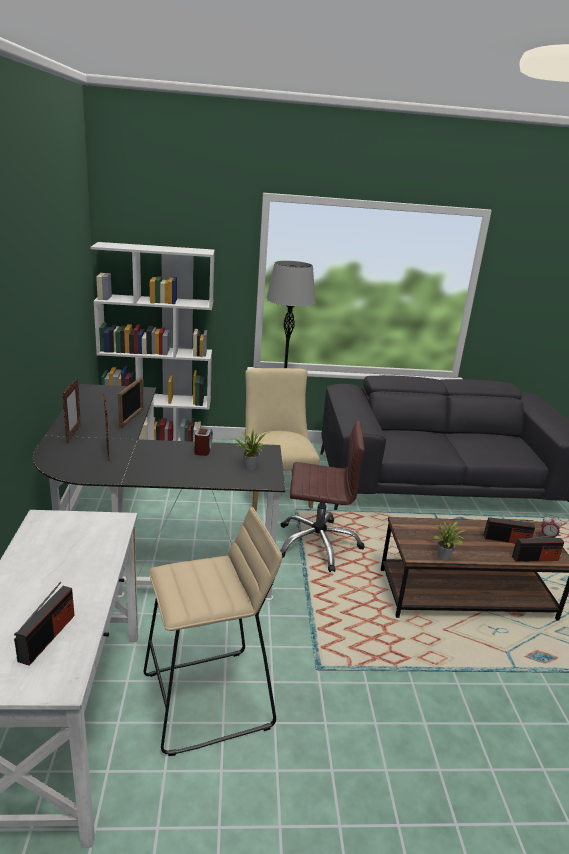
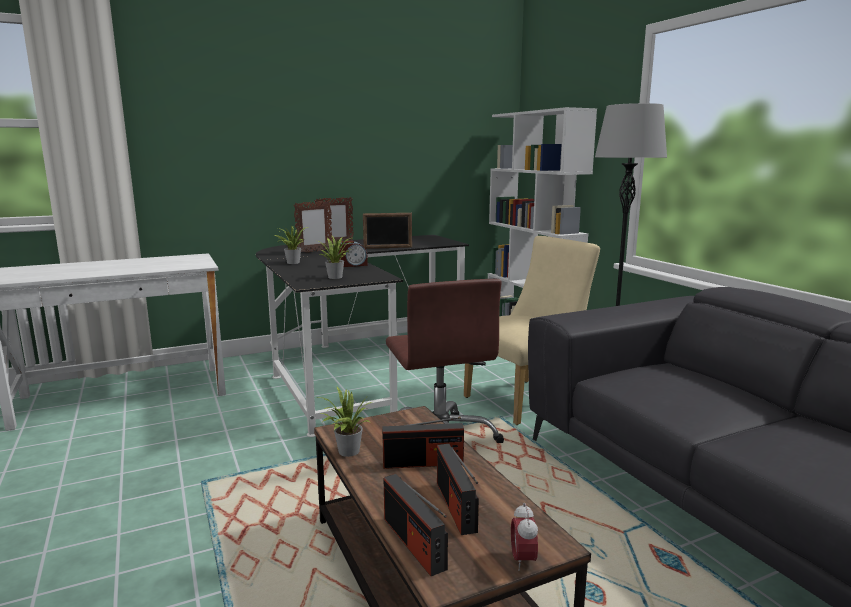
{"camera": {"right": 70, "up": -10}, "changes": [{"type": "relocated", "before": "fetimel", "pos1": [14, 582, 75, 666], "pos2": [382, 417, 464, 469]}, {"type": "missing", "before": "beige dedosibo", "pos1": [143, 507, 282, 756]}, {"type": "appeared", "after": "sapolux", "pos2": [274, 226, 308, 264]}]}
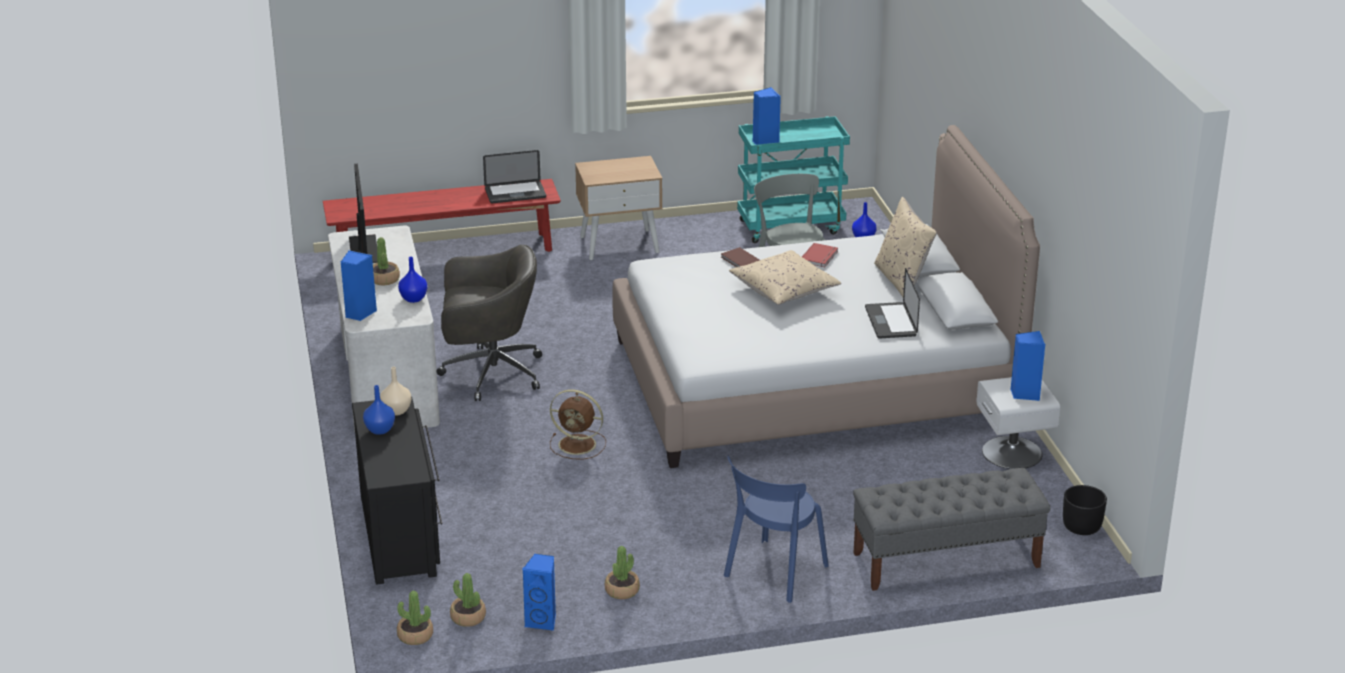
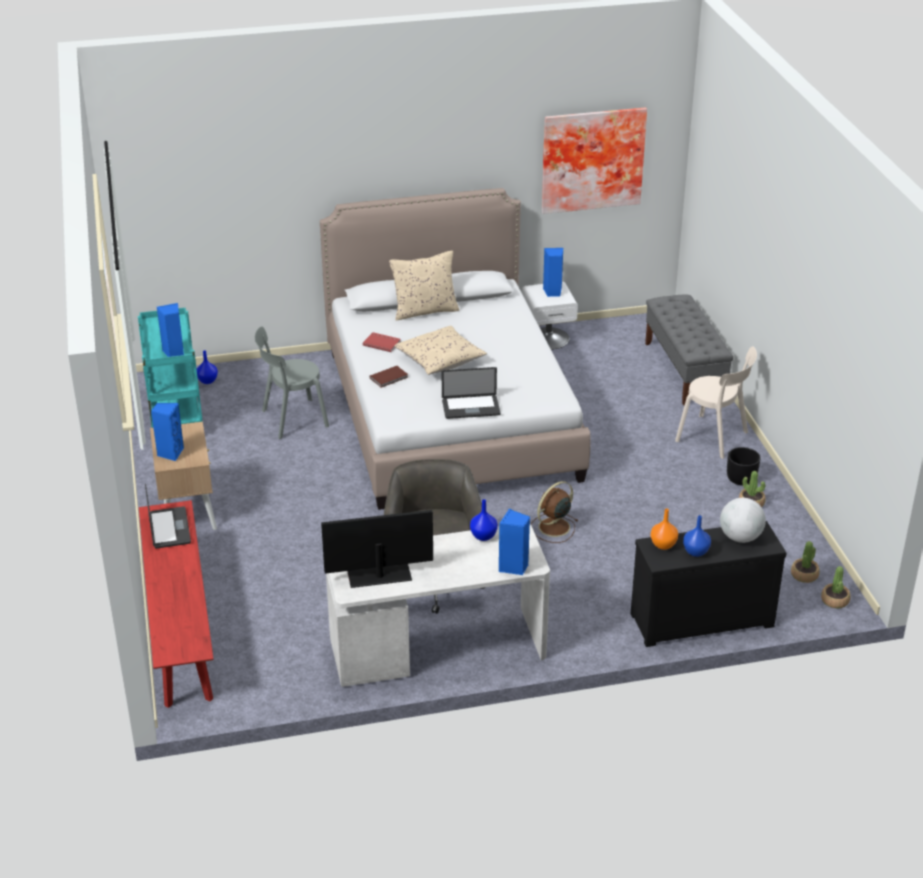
{"camera": {"right": -90, "up": 5}, "changes": [{"type": "missing", "before": "sapolux", "pos1": [373, 237, 400, 285]}, {"type": "colour", "before": "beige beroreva", "after": "orange beroreva", "pos1": [380, 367, 411, 416], "pos2": [651, 509, 678, 550]}, {"type": "relocated", "before": "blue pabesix", "pos1": [522, 554, 556, 631], "pos2": [151, 403, 184, 461]}, {"type": "spun", "before": "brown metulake", "pos1": [550, 389, 606, 460], "pos2": [531, 481, 578, 543], "turn": -150}, {"type": "colour", "before": "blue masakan", "after": "beige masakan", "pos1": [724, 456, 829, 603], "pos2": [675, 346, 757, 459]}, {"type": "relocated", "before": "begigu", "pos1": [865, 268, 920, 339], "pos2": [442, 367, 501, 419]}, {"type": "relocated", "before": "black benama", "pos1": [1063, 485, 1107, 535], "pos2": [727, 447, 761, 486]}, {"type": "appeared", "after": "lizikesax", "pos2": [542, 107, 647, 214]}, {"type": "appeared", "after": "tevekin", "pos2": [720, 498, 766, 543]}]}
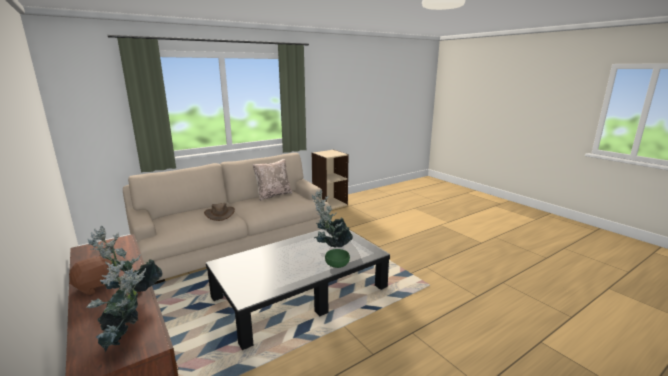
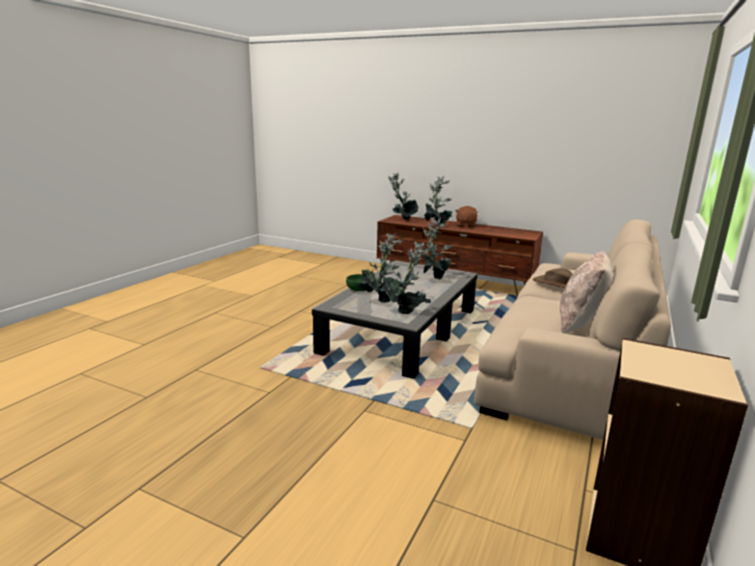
{"camera": {"right": 150, "up": 0}, "changes": [{"type": "appeared", "after": "sapolux", "pos2": [422, 219, 452, 280]}]}
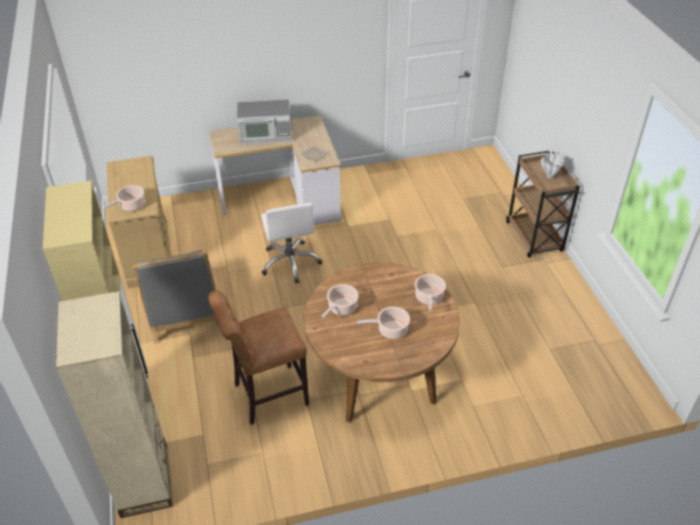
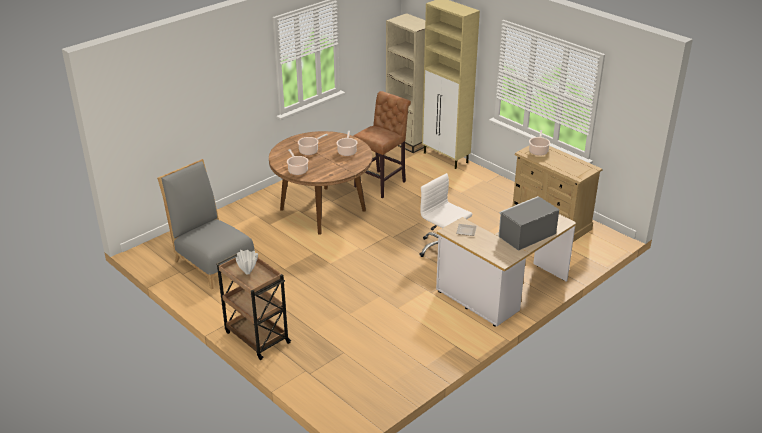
{"camera": {"right": 150, "up": -10}, "changes": [{"type": "relocated", "before": "grey masakan", "pos1": [133, 250, 220, 344], "pos2": [157, 159, 255, 289]}]}
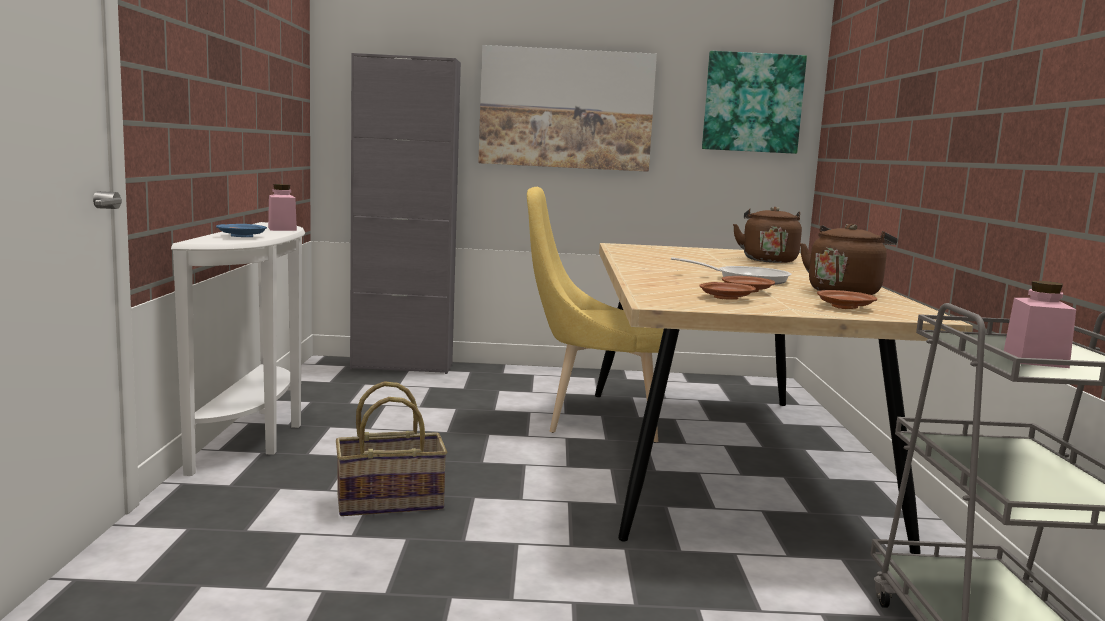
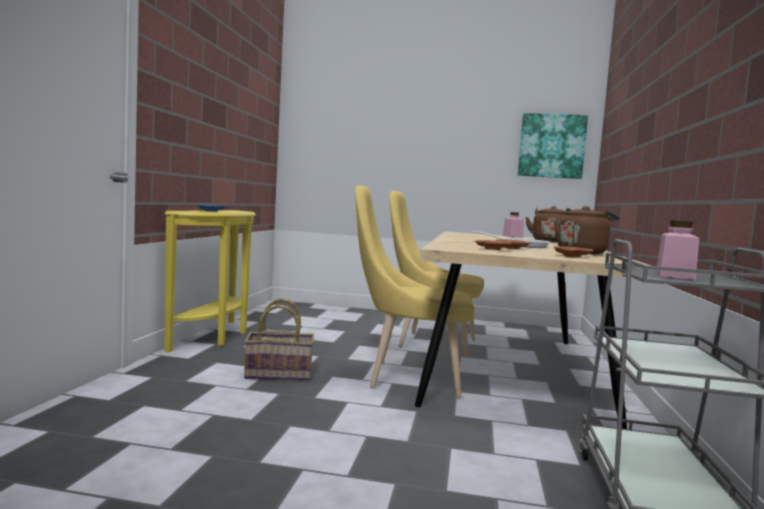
{"camera": {"right": 10, "up": -5}, "changes": [{"type": "colour", "before": "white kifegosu", "after": "yellow kifegosu", "pos1": [171, 222, 305, 476], "pos2": [165, 210, 256, 352]}, {"type": "relocated", "before": "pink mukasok", "pos1": [268, 184, 297, 231], "pos2": [503, 212, 524, 238]}, {"type": "missing", "before": "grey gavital", "pos1": [350, 53, 461, 374]}, {"type": "missing", "before": "lizikesax", "pos1": [478, 45, 657, 172]}, {"type": "appeared", "after": "yellow masakan", "pos2": [355, 185, 474, 398]}]}
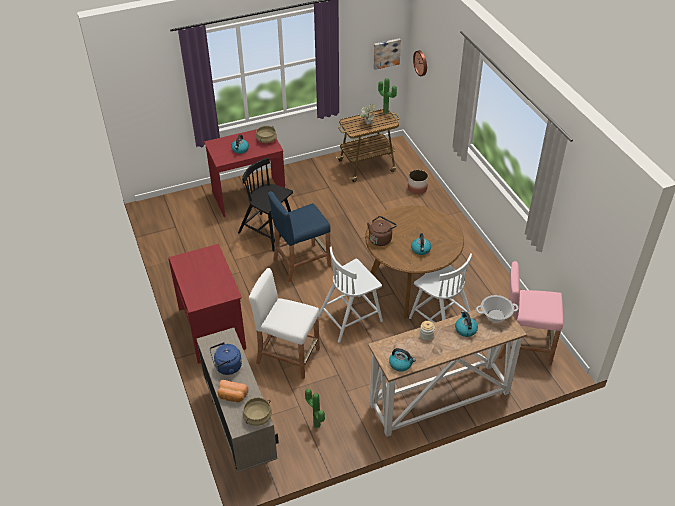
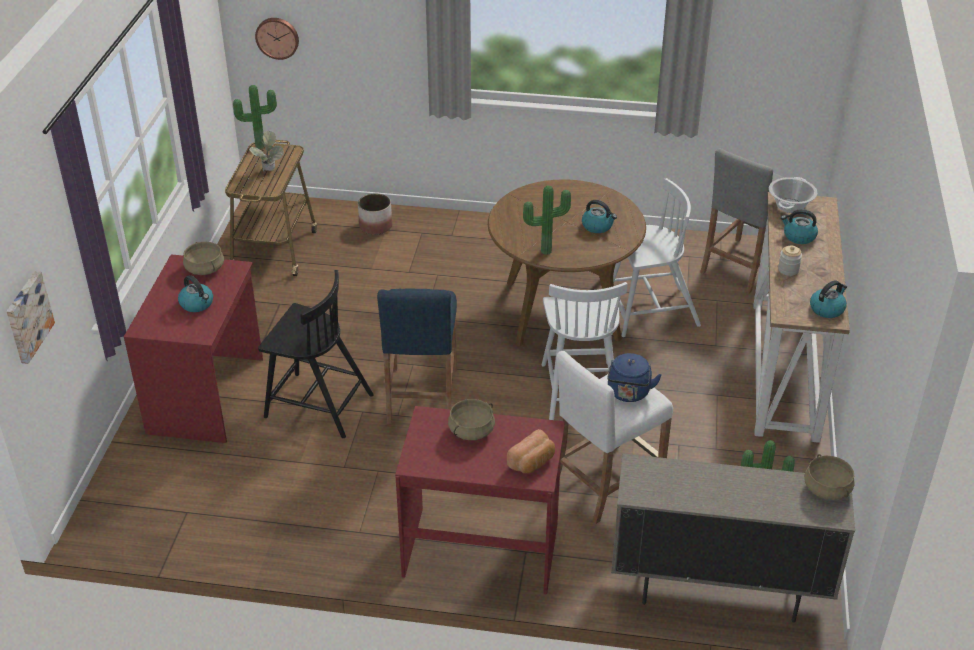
{"camera": {"right": -60, "up": -5}, "changes": [{"type": "relocated", "before": "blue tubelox", "pos1": [210, 342, 242, 375], "pos2": [607, 353, 662, 402]}, {"type": "relocated", "before": "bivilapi", "pos1": [218, 380, 248, 402], "pos2": [507, 429, 555, 473]}, {"type": "spun", "before": "black masakan", "pos1": [238, 157, 293, 252], "pos2": [258, 270, 374, 438], "turn": -135}, {"type": "exchanged", "before": "brown tubelox", "after": "sapolux", "pos1": [367, 216, 397, 246], "pos2": [523, 186, 571, 255]}, {"type": "relocated", "before": "lizikesax", "pos1": [374, 38, 401, 70], "pos2": [6, 271, 55, 364]}, {"type": "colour", "before": "pink dedosibo", "after": "grey dedosibo", "pos1": [498, 261, 563, 365], "pos2": [700, 148, 785, 294]}, {"type": "appeared", "after": "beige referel", "pos2": [448, 399, 495, 440]}]}
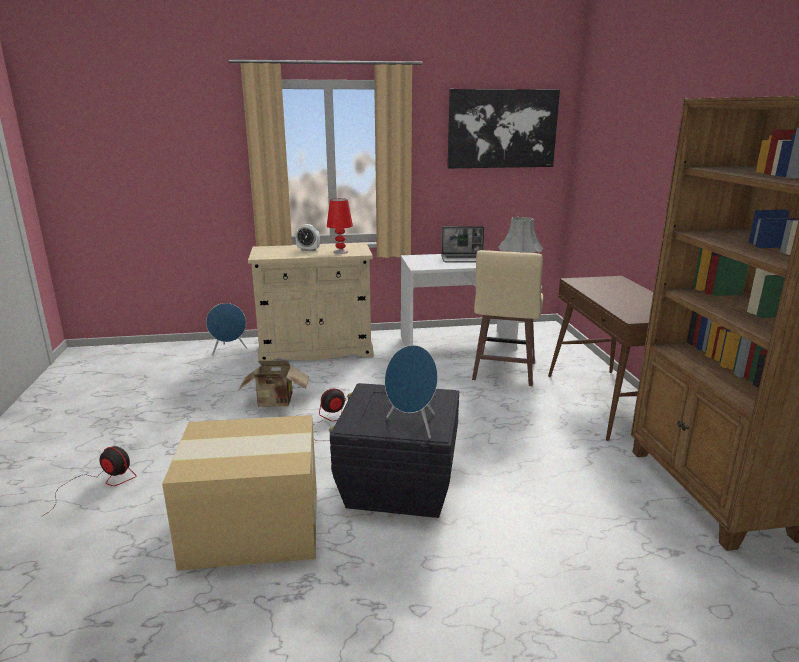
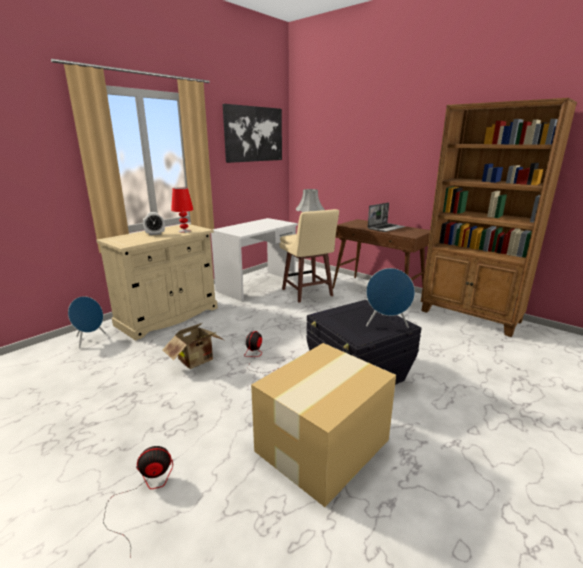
{"camera": {"right": -40, "up": 0}, "changes": [{"type": "relocated", "before": "begigu", "pos1": [441, 226, 485, 263], "pos2": [368, 202, 405, 232]}]}
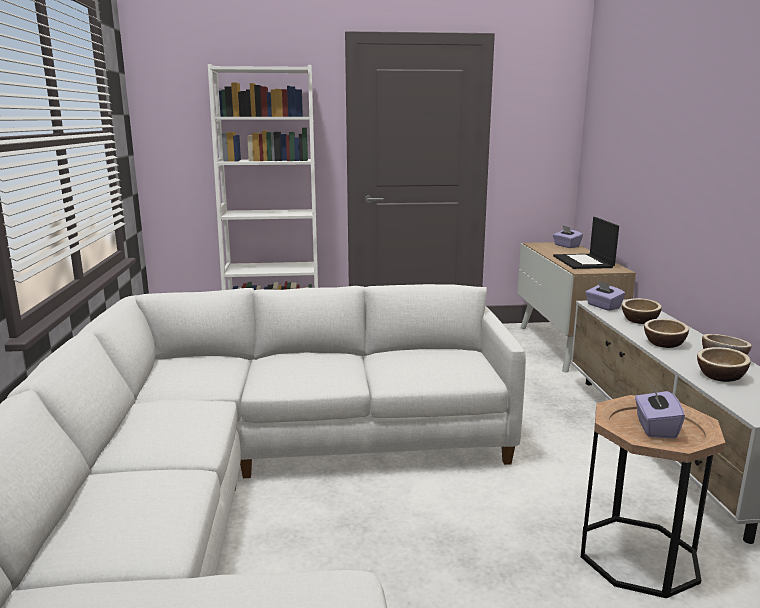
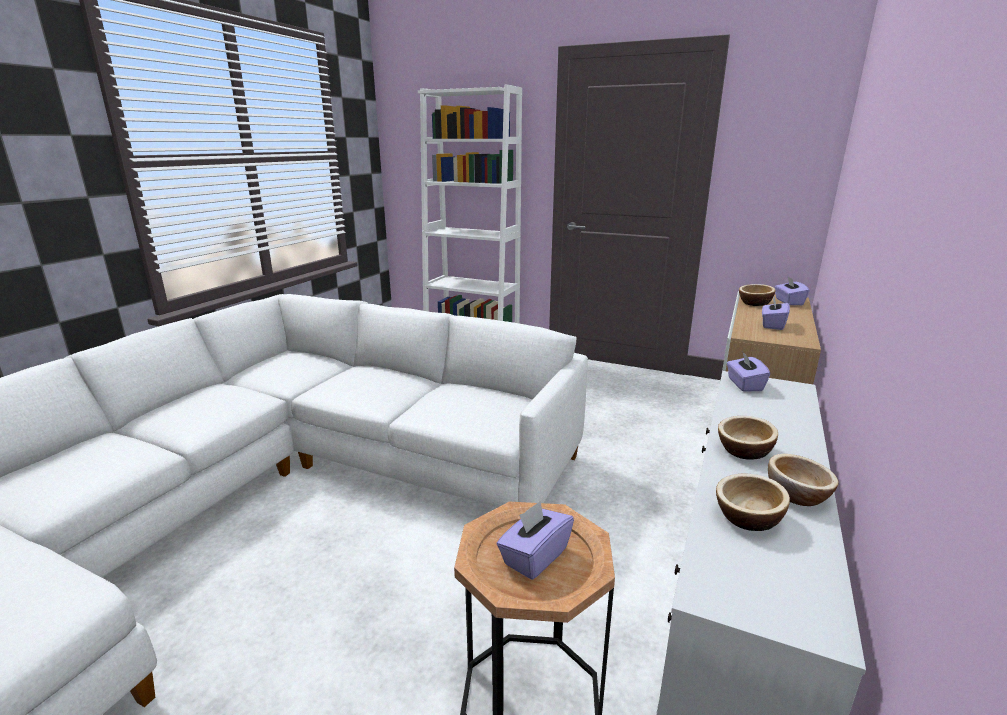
{"camera": {"right": 30, "up": 5}, "changes": [{"type": "exchanged", "before": "begigu", "after": "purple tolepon", "pos1": [553, 217, 619, 269], "pos2": [762, 295, 790, 330]}, {"type": "relocated", "before": "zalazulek", "pos1": [622, 298, 662, 324], "pos2": [739, 284, 775, 306]}]}
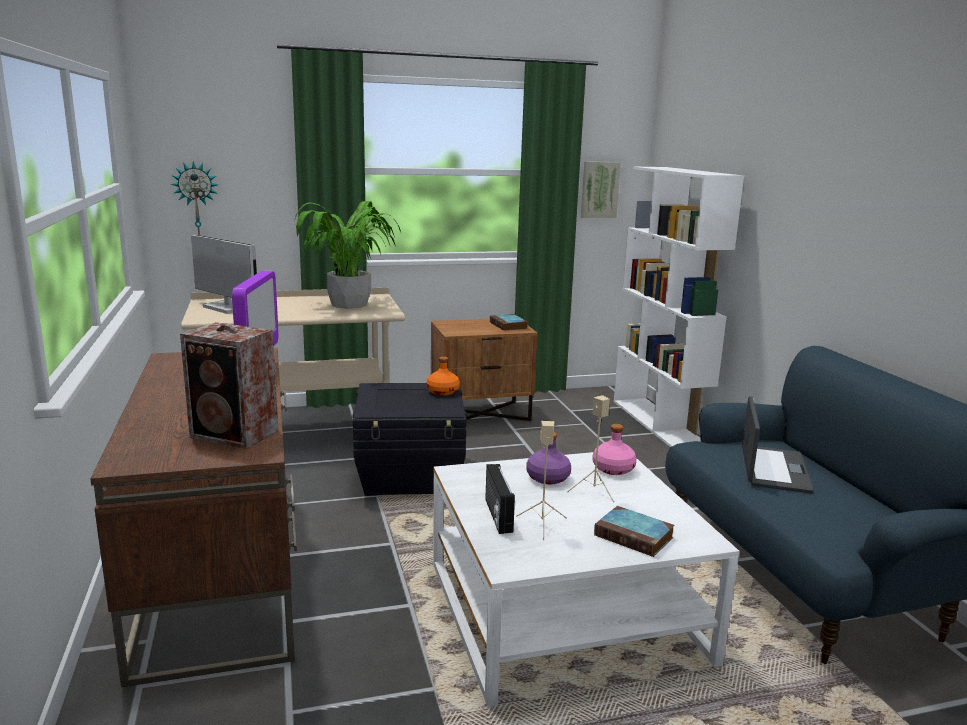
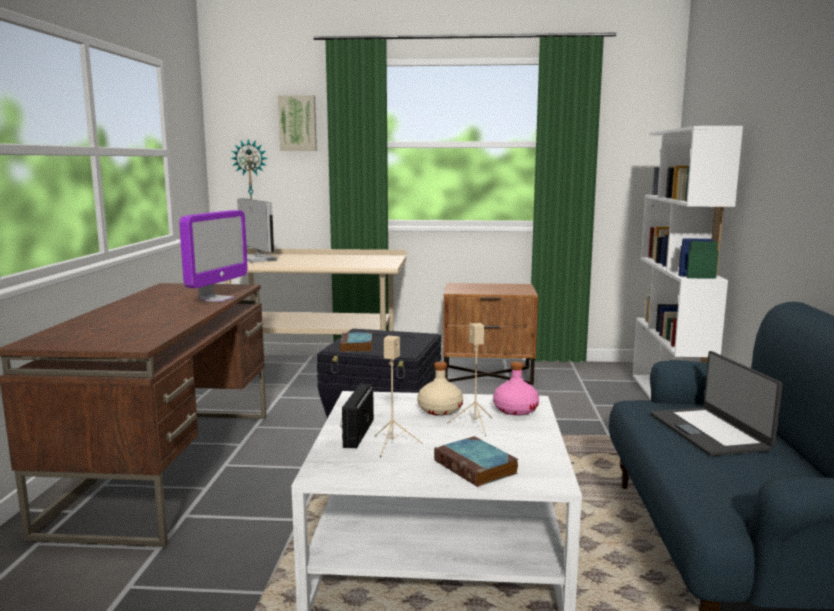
{"camera": {"right": 20, "up": -5}, "changes": [{"type": "missing", "before": "pabesix", "pos1": [180, 322, 278, 449]}, {"type": "missing", "before": "sapolux", "pos1": [293, 201, 401, 309]}, {"type": "missing", "before": "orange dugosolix", "pos1": [426, 356, 460, 396]}, {"type": "relocated", "before": "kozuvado", "pos1": [490, 314, 528, 331], "pos2": [340, 332, 373, 352]}, {"type": "colour", "before": "purple dugosolix", "after": "beige dugosolix", "pos1": [526, 432, 571, 484], "pos2": [417, 362, 463, 416]}, {"type": "relocated", "before": "lizikesax", "pos1": [581, 161, 621, 218], "pos2": [278, 95, 317, 151]}, {"type": "spun", "before": "begigu", "pos1": [742, 396, 814, 494], "pos2": [650, 351, 783, 457], "turn": 135}]}
